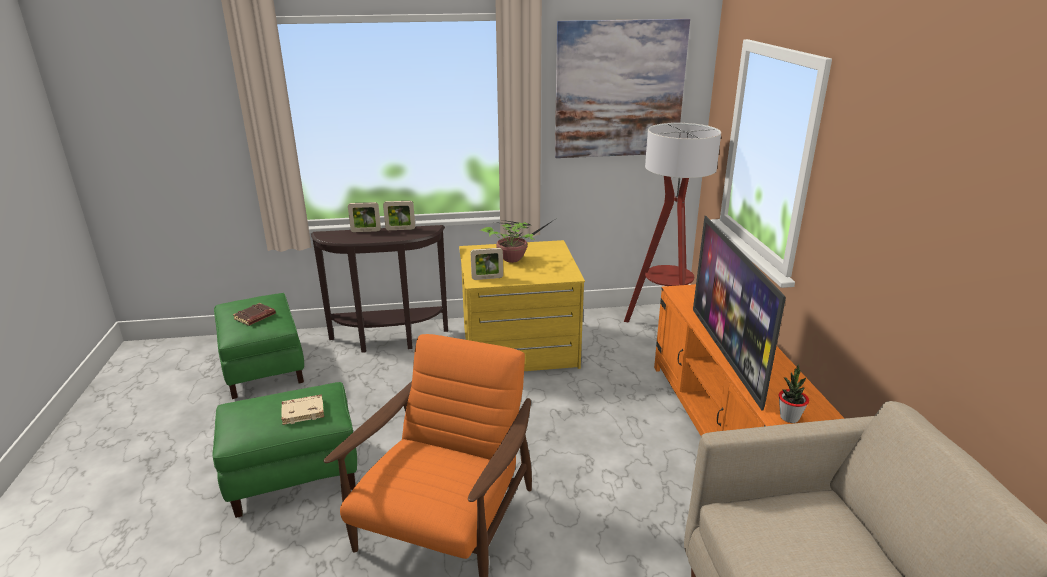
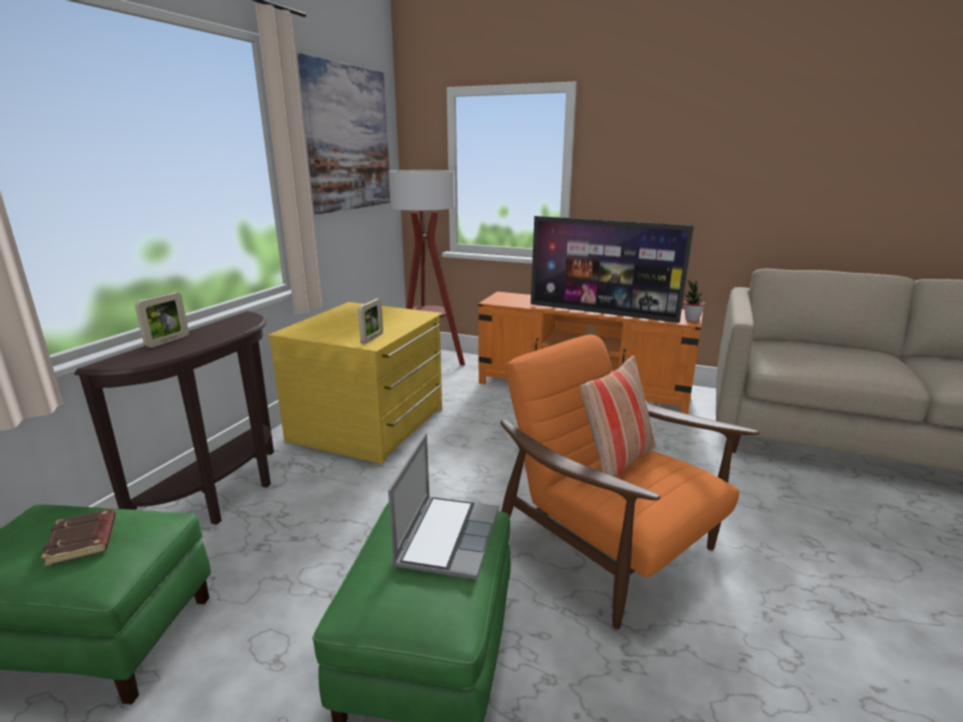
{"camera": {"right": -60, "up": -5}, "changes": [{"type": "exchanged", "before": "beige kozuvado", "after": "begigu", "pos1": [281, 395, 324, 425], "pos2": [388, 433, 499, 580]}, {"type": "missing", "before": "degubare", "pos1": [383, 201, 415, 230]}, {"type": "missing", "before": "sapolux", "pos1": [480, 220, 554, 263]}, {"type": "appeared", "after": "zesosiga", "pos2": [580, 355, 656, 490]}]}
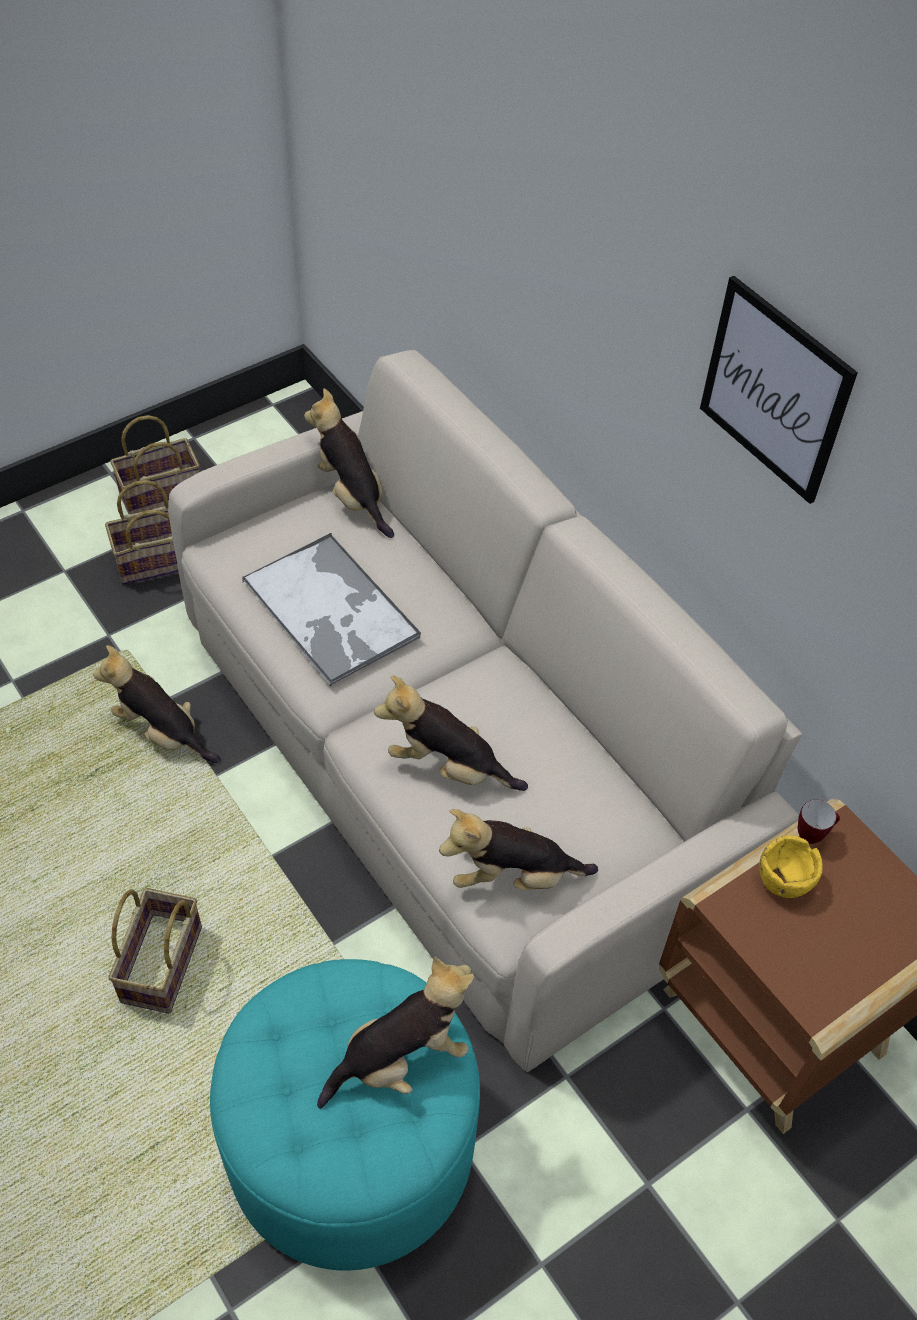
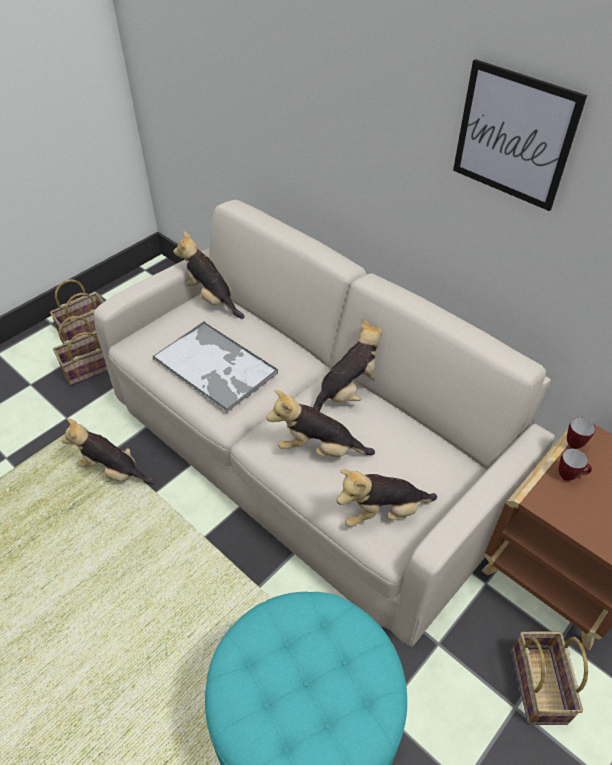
{"camera": {"right": -10, "up": -5}, "changes": [{"type": "relocated", "before": "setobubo", "pos1": [108, 888, 202, 1013], "pos2": [512, 631, 588, 725]}, {"type": "relocated", "before": "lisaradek", "pos1": [317, 956, 474, 1109], "pos2": [313, 319, 382, 412]}, {"type": "exchanged", "before": "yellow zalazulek", "after": "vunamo", "pos1": [759, 836, 823, 898], "pos2": [559, 448, 592, 481]}]}
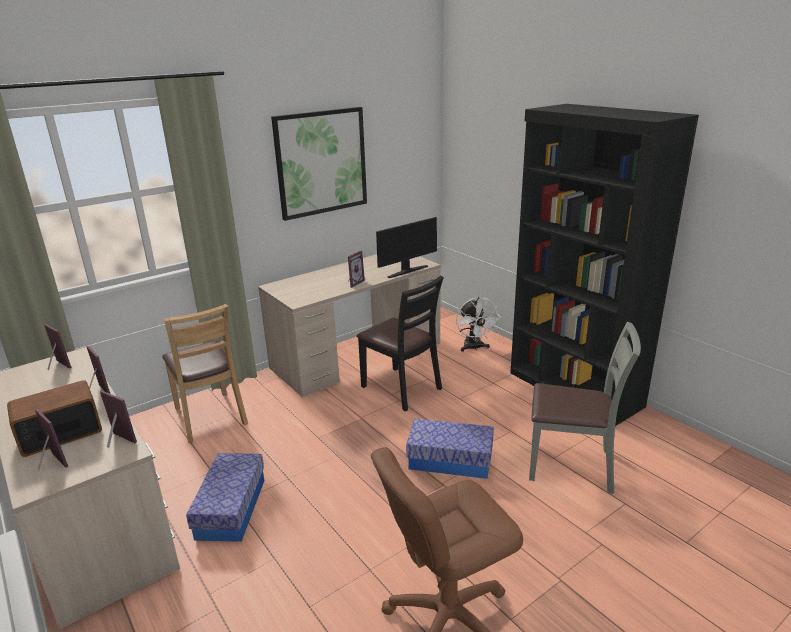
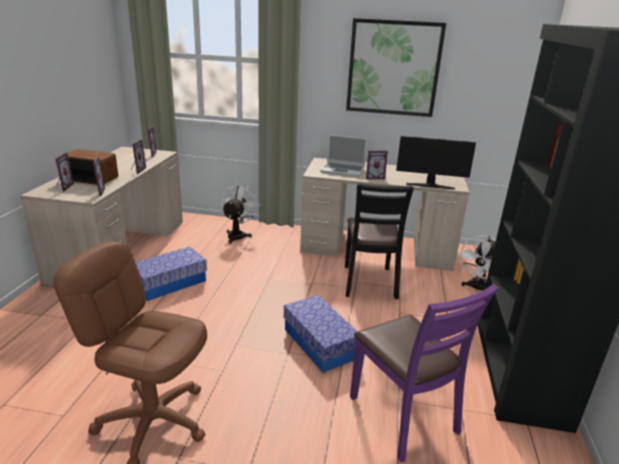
{"camera": {"right": 45, "up": 0}, "changes": [{"type": "exchanged", "before": "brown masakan", "after": "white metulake", "pos1": [162, 304, 248, 443], "pos2": [221, 184, 260, 244]}, {"type": "colour", "before": "grey masakan", "after": "purple masakan", "pos1": [529, 322, 641, 494], "pos2": [350, 284, 498, 463]}, {"type": "appeared", "after": "begigu", "pos2": [320, 134, 367, 177]}]}
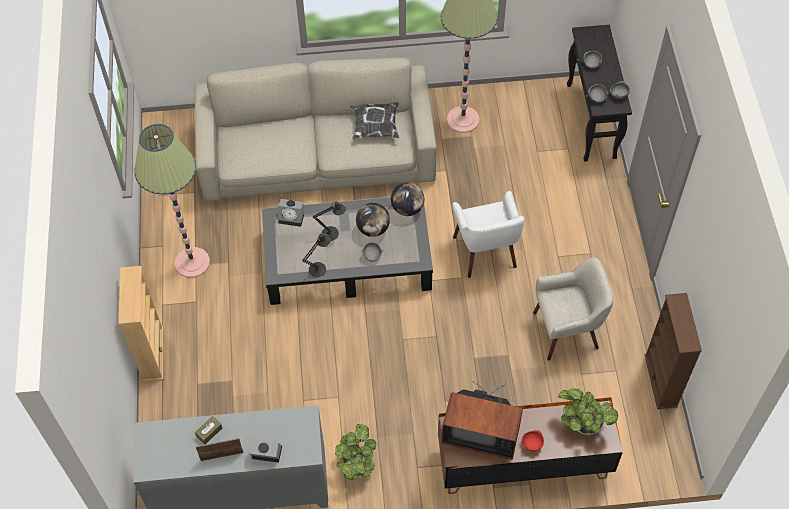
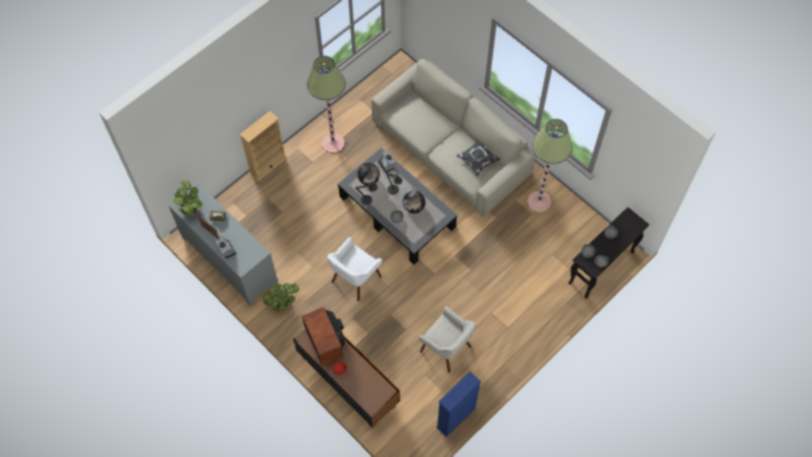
{"camera": {"right": 50, "up": 5}, "changes": [{"type": "relocated", "before": "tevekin", "pos1": [391, 182, 424, 216], "pos2": [357, 163, 380, 186]}, {"type": "relocated", "before": "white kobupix", "pos1": [452, 191, 524, 278], "pos2": [327, 237, 382, 301]}, {"type": "relocated", "before": "sapolux", "pos1": [558, 388, 618, 435], "pos2": [173, 181, 202, 215]}, {"type": "colour", "before": "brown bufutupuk", "after": "blue bufutupuk", "pos1": [644, 293, 702, 409], "pos2": [436, 372, 481, 437]}]}
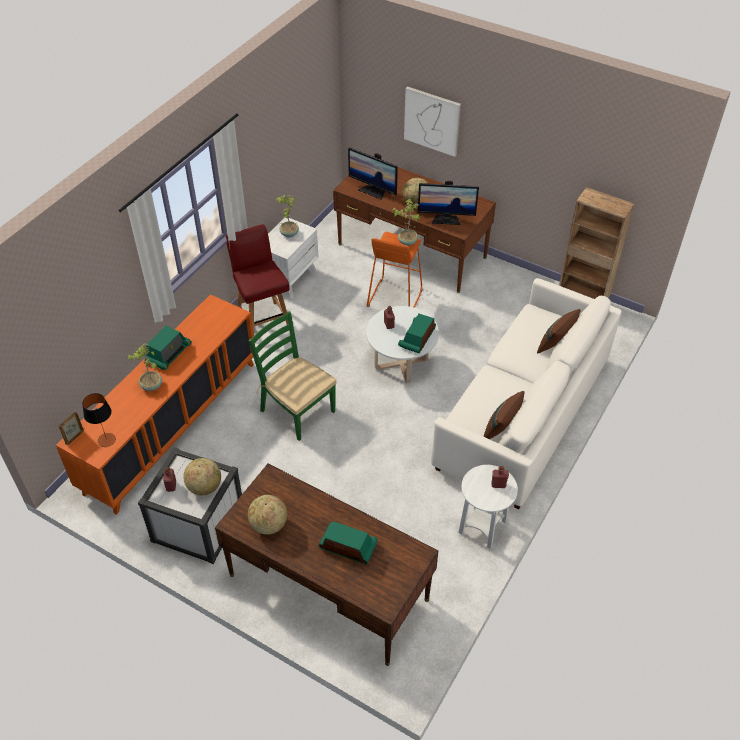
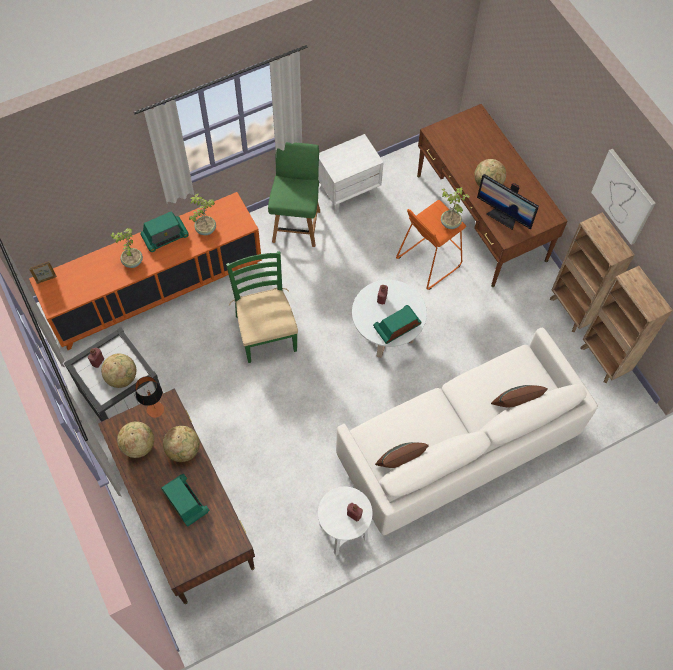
{"camera": {"right": 30, "up": 15}, "changes": [{"type": "relocated", "before": "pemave", "pos1": [82, 393, 116, 447], "pos2": [135, 376, 164, 418]}, {"type": "colour", "before": "red masakan", "after": "green masakan", "pos1": [226, 224, 289, 334], "pos2": [268, 142, 320, 247]}, {"type": "relocated", "before": "sapolux", "pos1": [276, 195, 299, 237], "pos2": [189, 193, 216, 235]}, {"type": "missing", "before": "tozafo", "pos1": [348, 148, 398, 200]}, {"type": "relocated", "before": "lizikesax", "pos1": [404, 86, 461, 157], "pos2": [591, 149, 656, 245]}, {"type": "appeared", "after": "tevekin", "pos2": [163, 426, 200, 462]}, {"type": "appeared", "after": "brown bufutupuk", "pos2": [550, 212, 635, 332]}]}
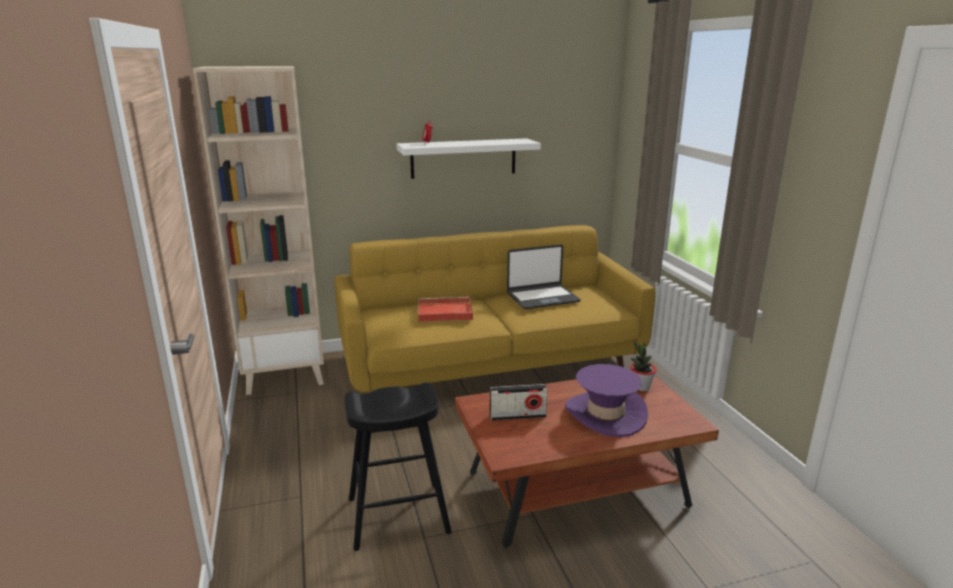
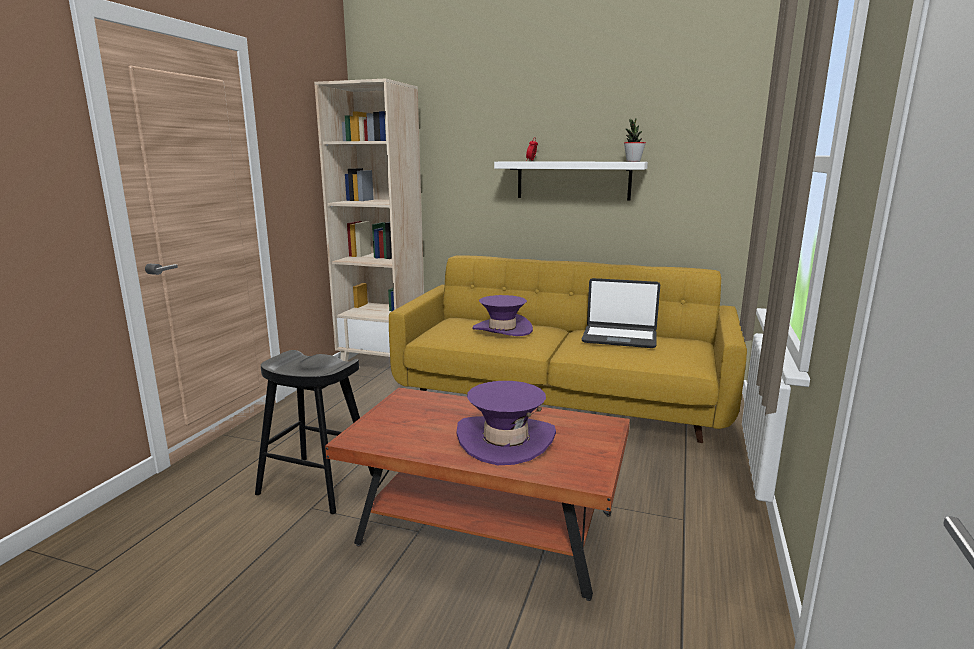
{"camera": {"right": 35, "up": -5}, "changes": [{"type": "exchanged", "before": "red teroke", "after": "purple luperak", "pos1": [418, 297, 473, 322], "pos2": [472, 295, 533, 336]}, {"type": "missing", "before": "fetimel", "pos1": [490, 384, 548, 420]}, {"type": "relocated", "before": "sapolux", "pos1": [630, 341, 657, 391], "pos2": [624, 118, 646, 162]}]}
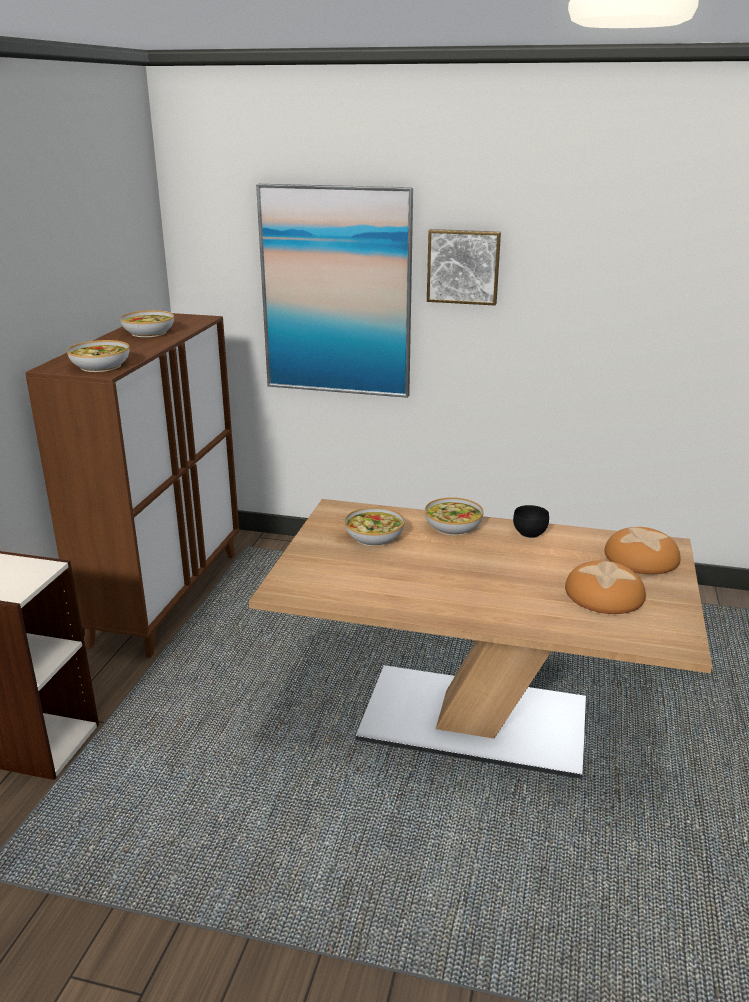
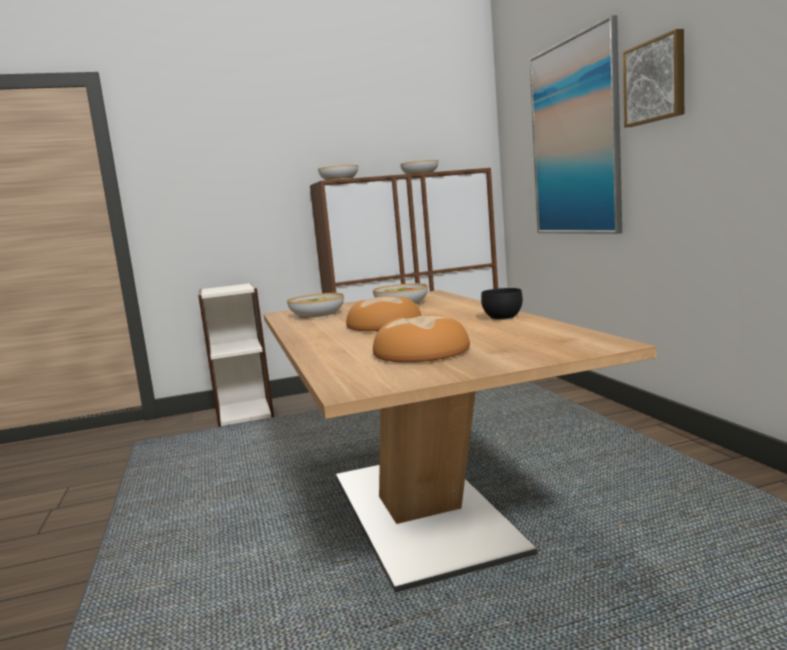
{"camera": {"right": 60, "up": -15}, "changes": [{"type": "relocated", "before": "zalazulek", "pos1": [425, 497, 484, 535], "pos2": [287, 293, 344, 319]}, {"type": "relocated", "before": "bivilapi", "pos1": [604, 527, 681, 574], "pos2": [346, 296, 422, 331]}]}
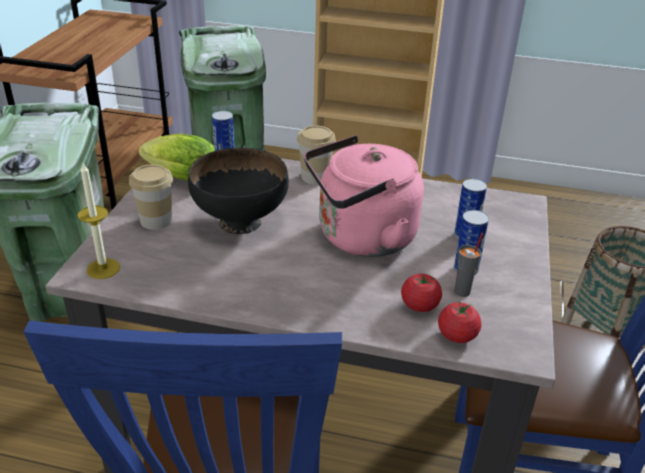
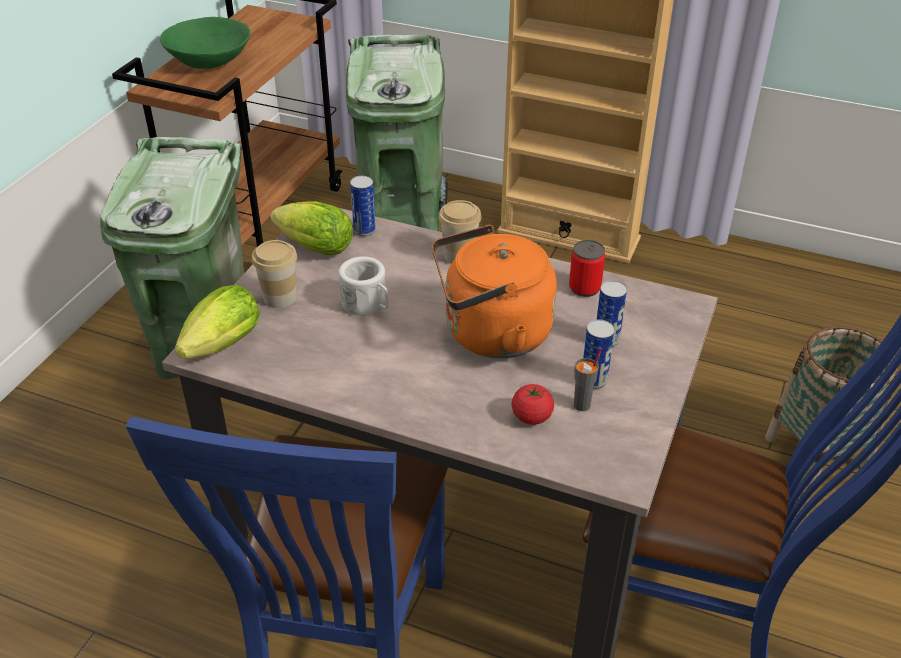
{"camera": {"right": 10, "up": 5}, "changes": [{"type": "exchanged", "before": "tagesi", "after": "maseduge", "pos1": [78, 163, 120, 279], "pos2": [175, 285, 260, 359]}, {"type": "exchanged", "before": "black zalazulek", "after": "white vunamo", "pos1": [188, 148, 289, 234], "pos2": [338, 257, 389, 316]}, {"type": "colour", "before": "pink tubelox", "after": "orange tubelox", "pos1": [304, 135, 424, 257], "pos2": [432, 225, 557, 358]}, {"type": "missing", "before": "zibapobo", "pos1": [438, 300, 481, 343]}, {"type": "appeared", "after": "green zalazulek", "pos2": [160, 17, 250, 69]}, {"type": "appeared", "after": "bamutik", "pos2": [569, 240, 605, 297]}]}
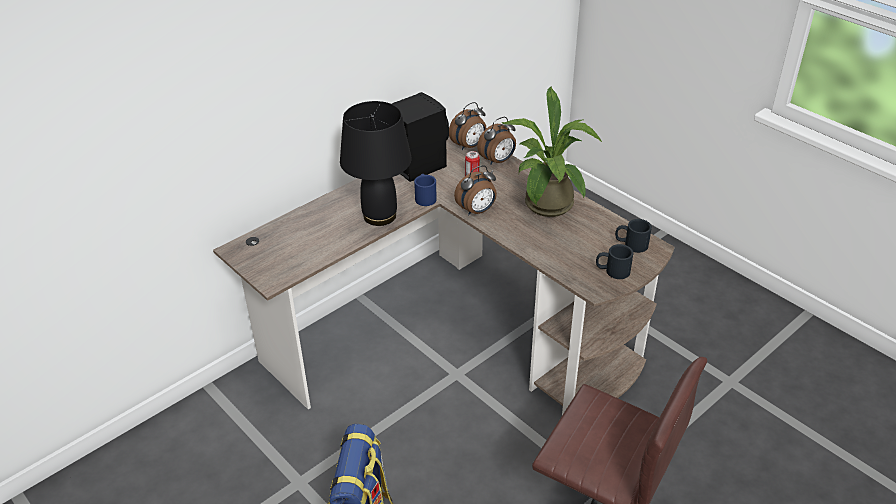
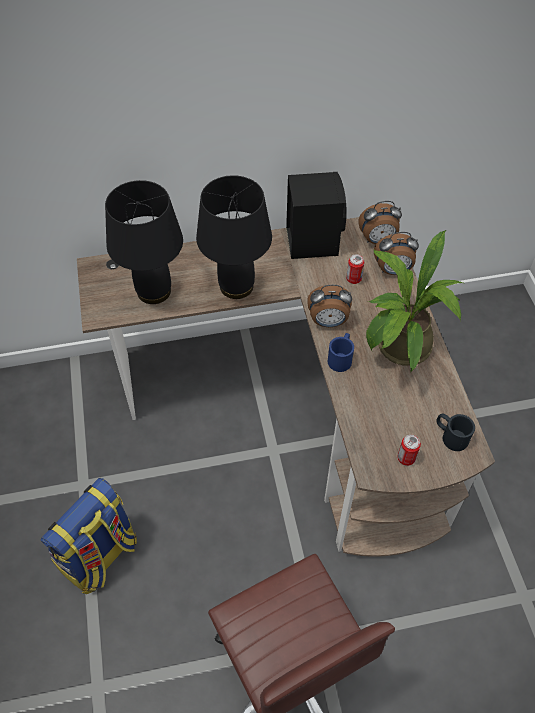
{"camera": {"right": 30, "up": 15}, "changes": [{"type": "relocated", "before": "blue vunamo", "pos1": [414, 174, 437, 206], "pos2": [328, 333, 354, 372]}, {"type": "exchanged", "before": "black vunamo", "after": "bamutik", "pos1": [596, 244, 633, 279], "pos2": [398, 435, 421, 466]}, {"type": "appeared", "after": "black pemave", "pos2": [105, 180, 183, 304]}]}
